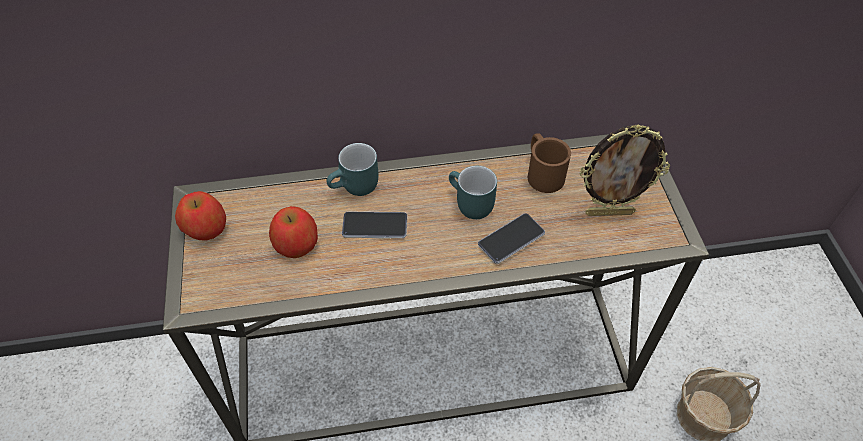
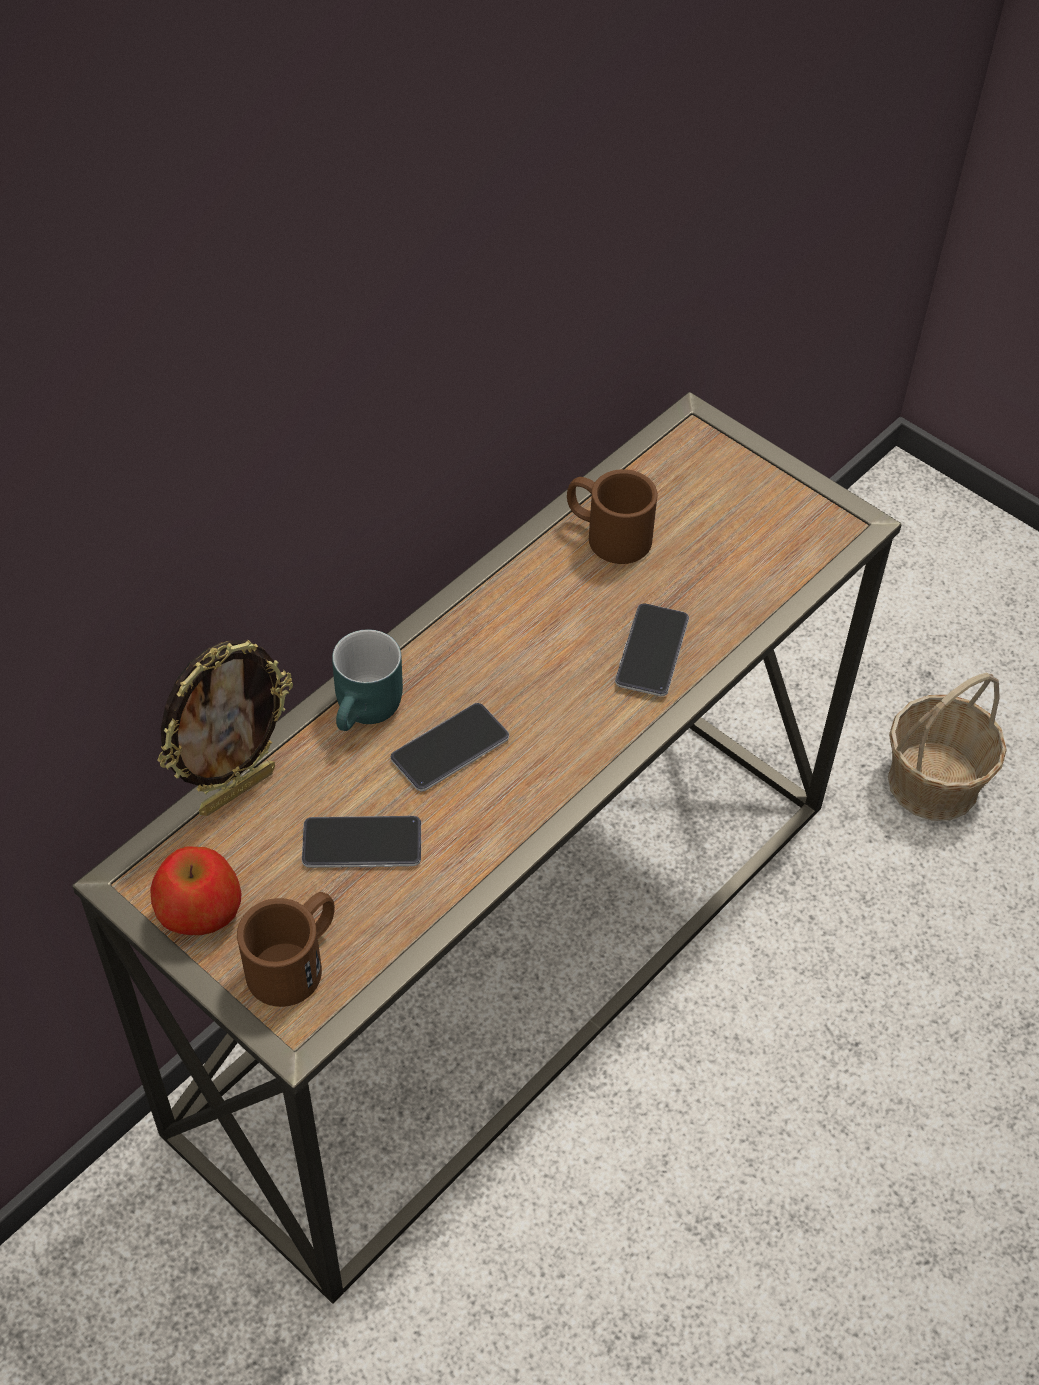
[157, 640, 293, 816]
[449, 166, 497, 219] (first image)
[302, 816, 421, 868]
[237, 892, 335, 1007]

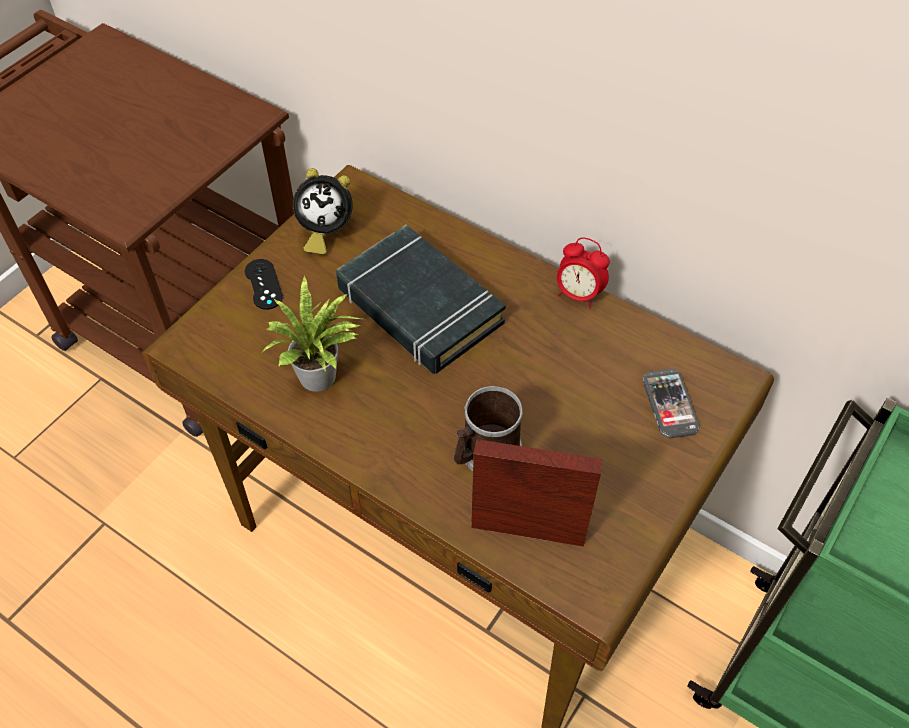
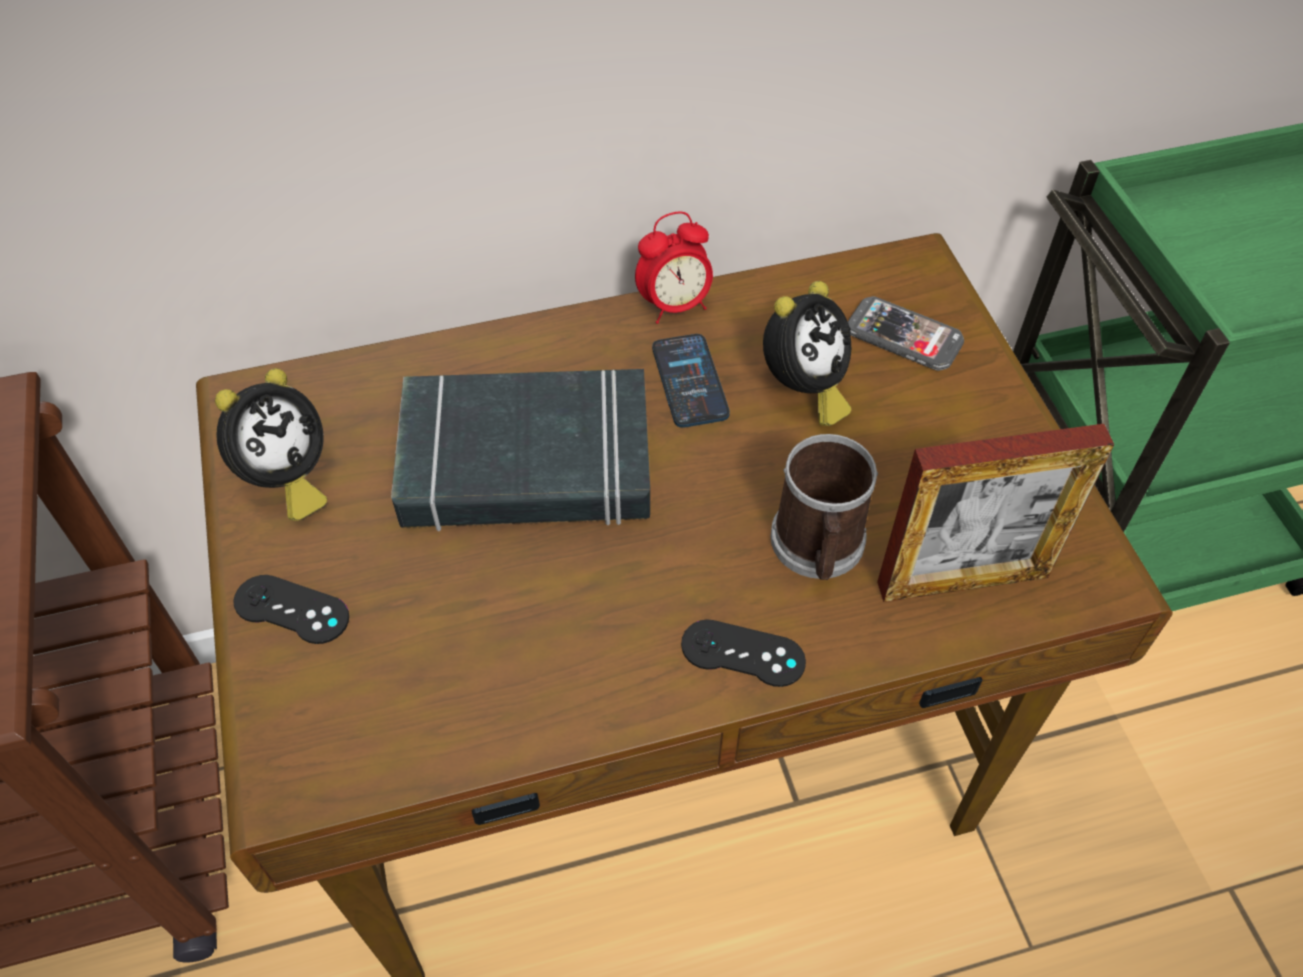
[261, 276, 362, 392] (first image)
[877, 424, 1114, 602]
[763, 281, 851, 426]
[652, 334, 730, 428]
[681, 619, 806, 687]

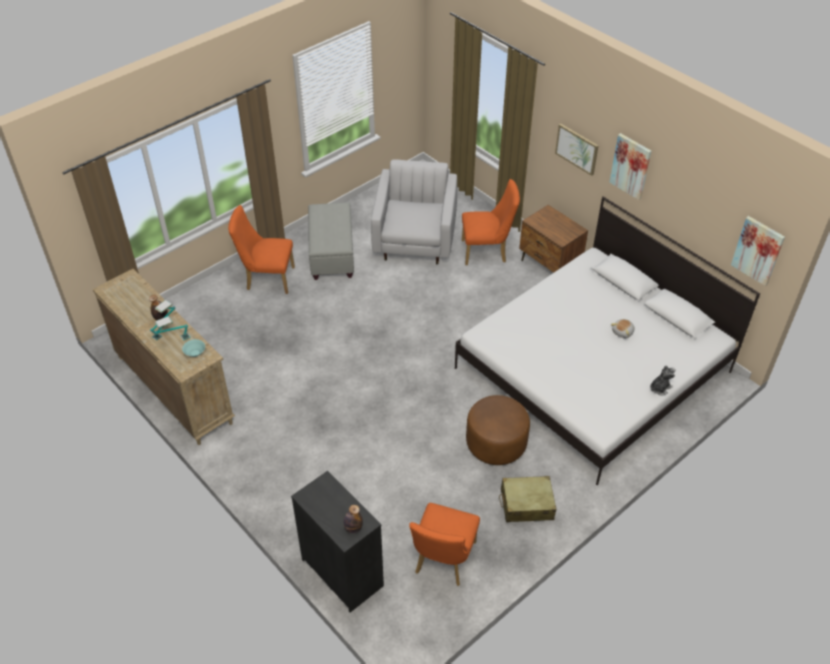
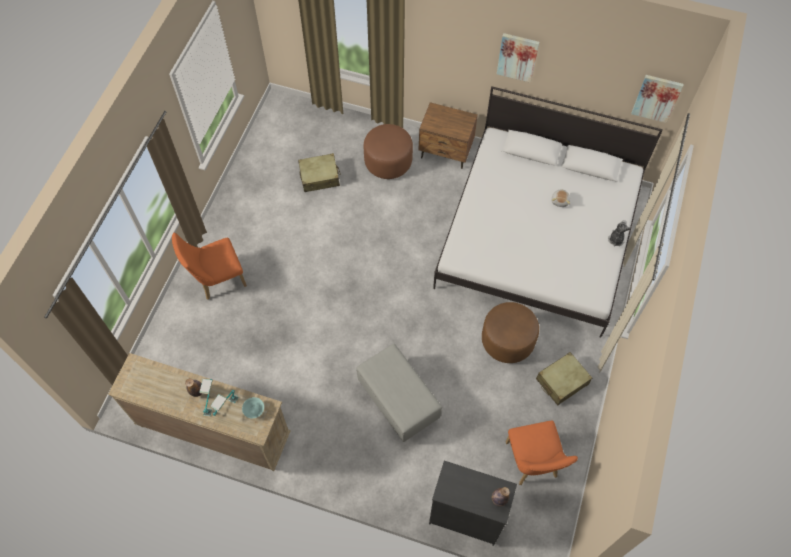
[555, 124, 598, 176] (first image)
[298, 153, 341, 192]
[364, 124, 413, 179]
[356, 343, 442, 442]

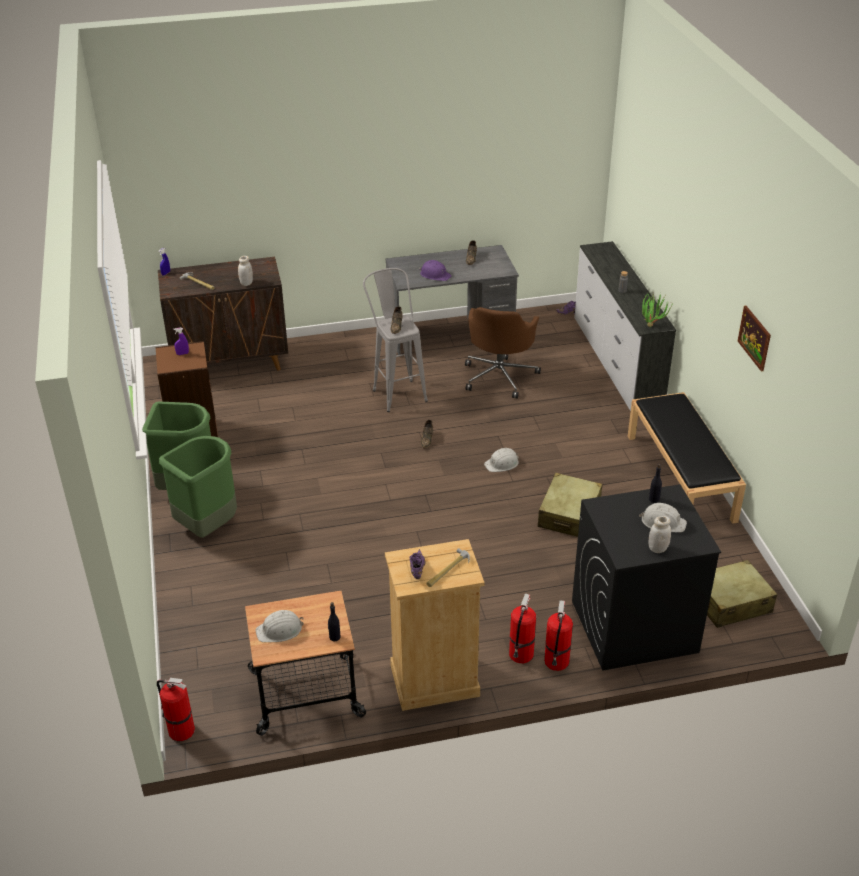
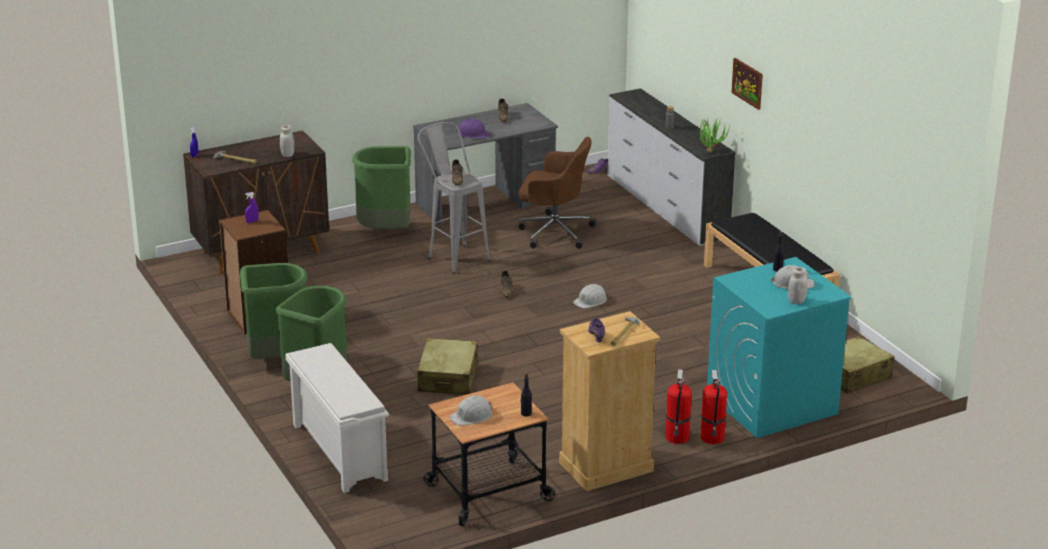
[731, 58, 763, 110]
[519, 137, 596, 249]
[418, 338, 478, 395]
[707, 257, 852, 438]
[157, 678, 195, 741] (first image)
[352, 146, 411, 229]
[285, 343, 389, 493]

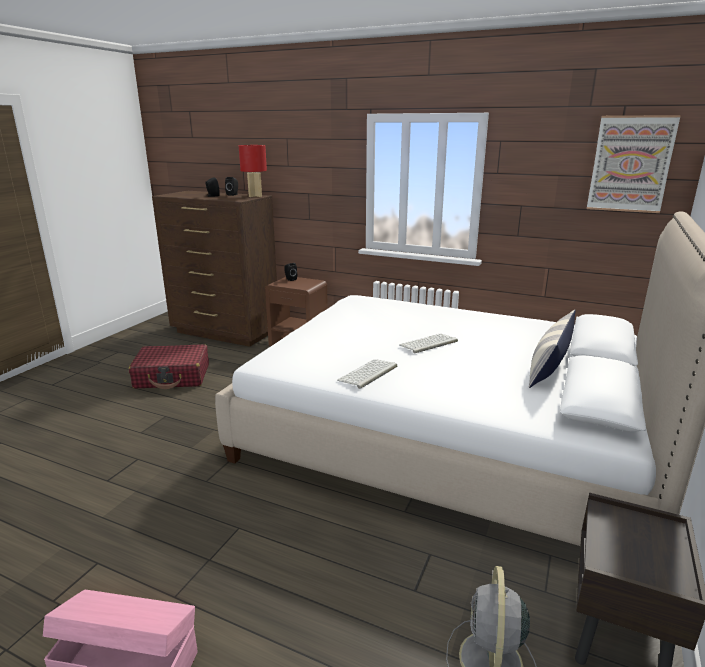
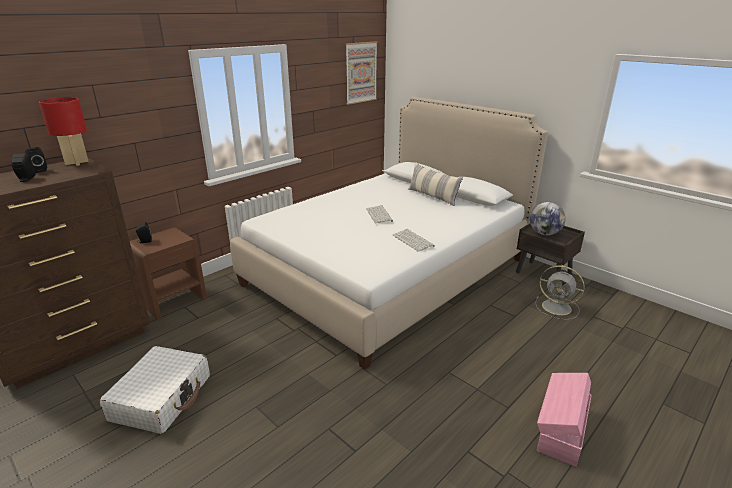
[99, 346, 210, 434]
[530, 202, 566, 235]

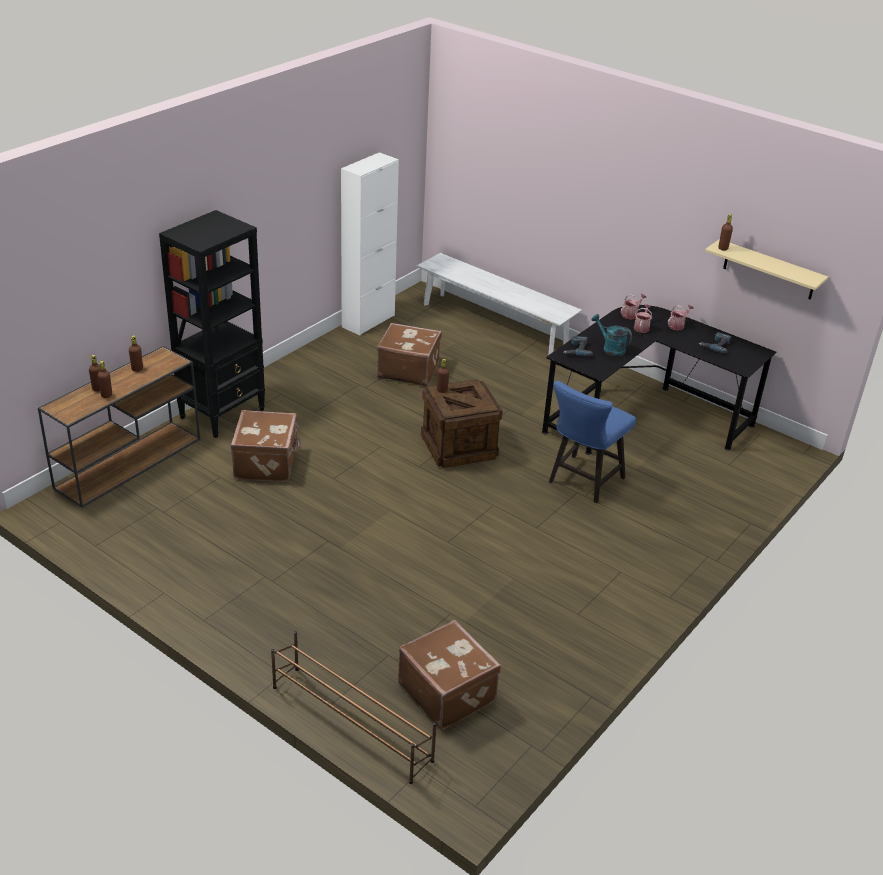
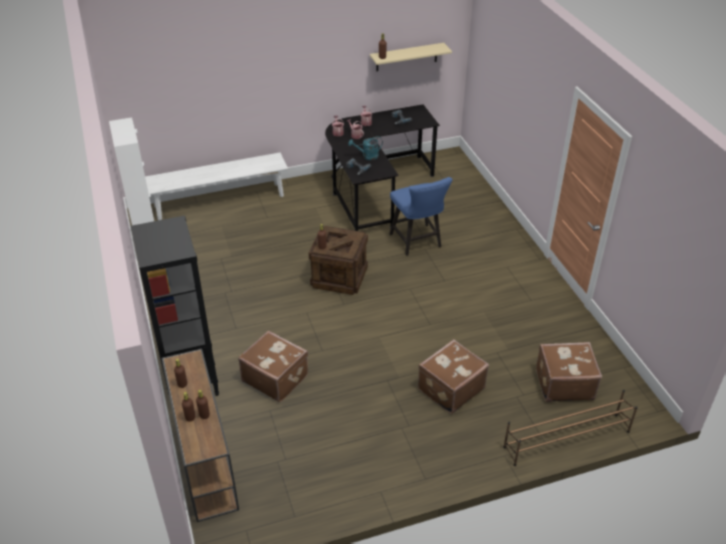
[418, 339, 489, 414]

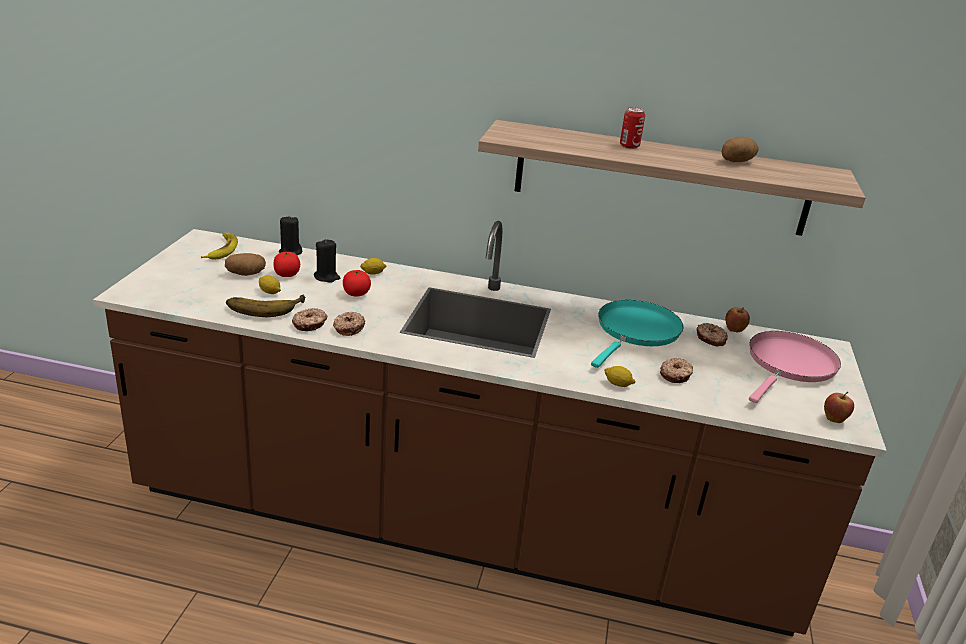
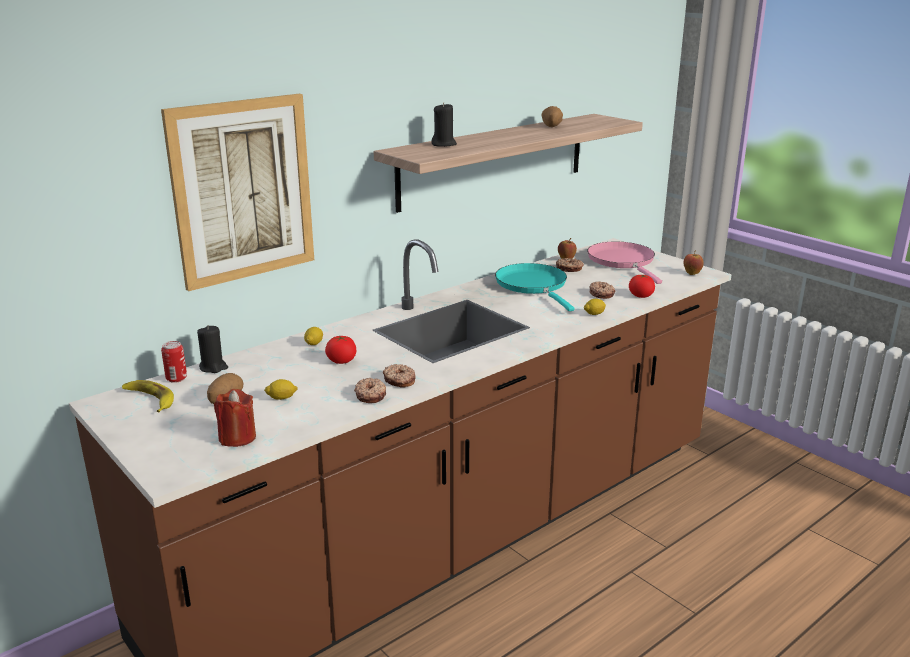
[161, 341, 187, 383]
[431, 102, 457, 147]
[629, 274, 655, 298]
[226, 295, 305, 317] (first image)
[161, 94, 314, 291]
[214, 389, 256, 447]

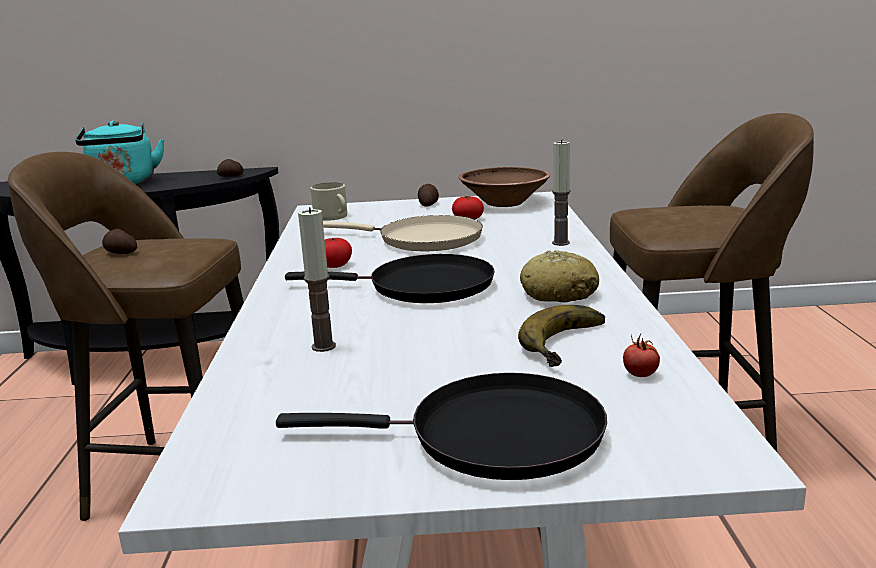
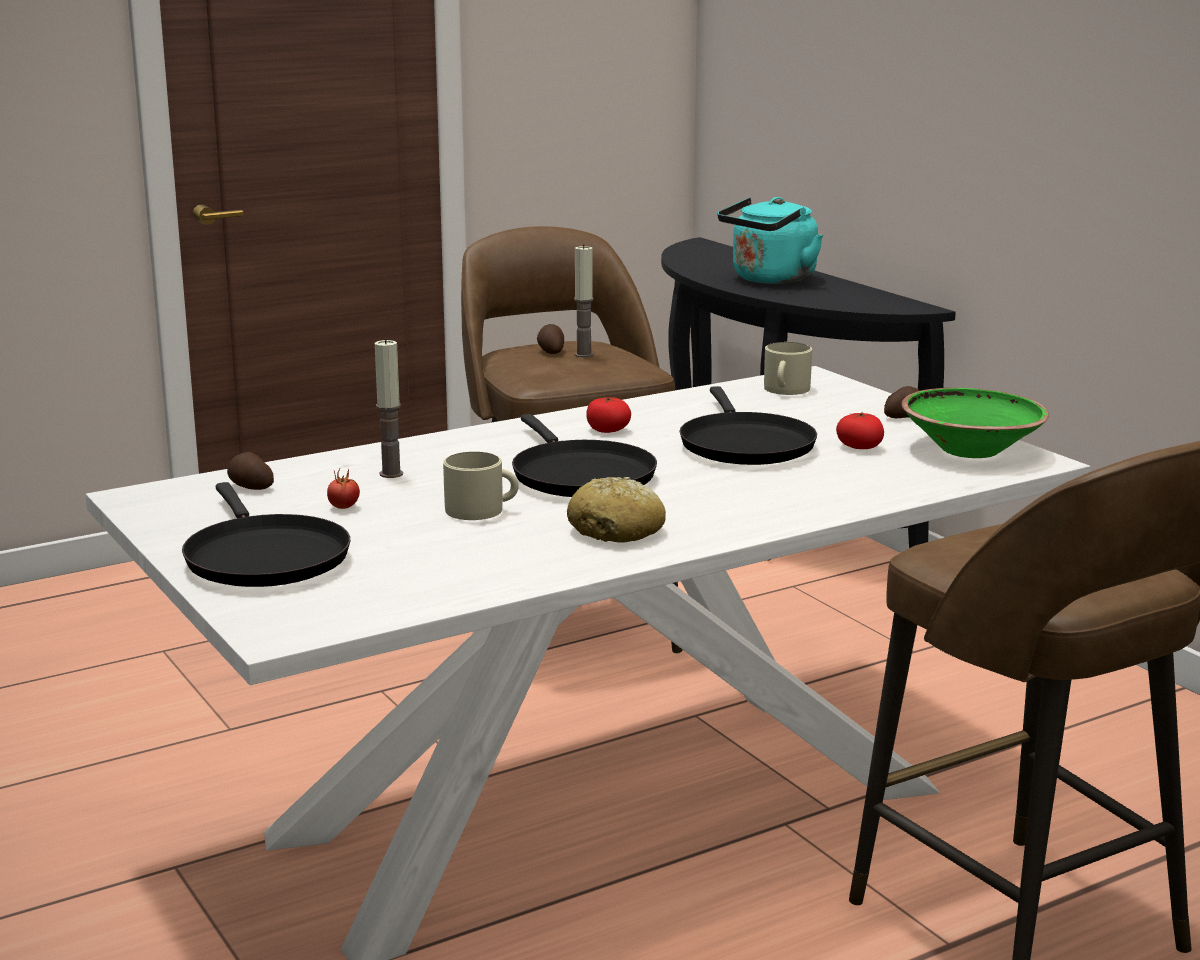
[574, 244, 594, 357]
[227, 452, 274, 490]
[901, 388, 1049, 458]
[679, 386, 817, 465]
[518, 305, 605, 367] (first image)
[327, 469, 360, 509]
[443, 452, 519, 520]

